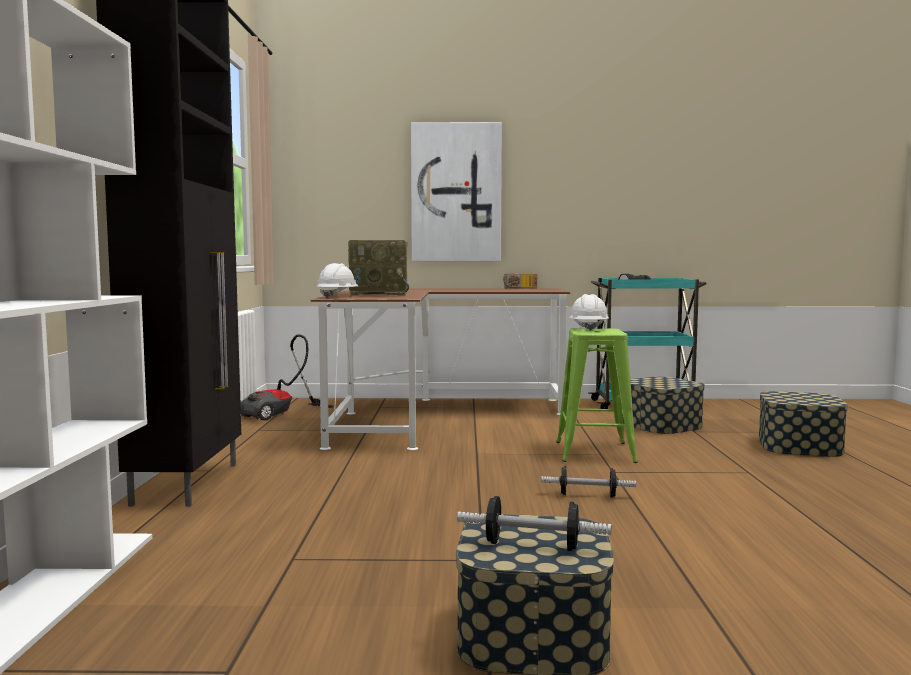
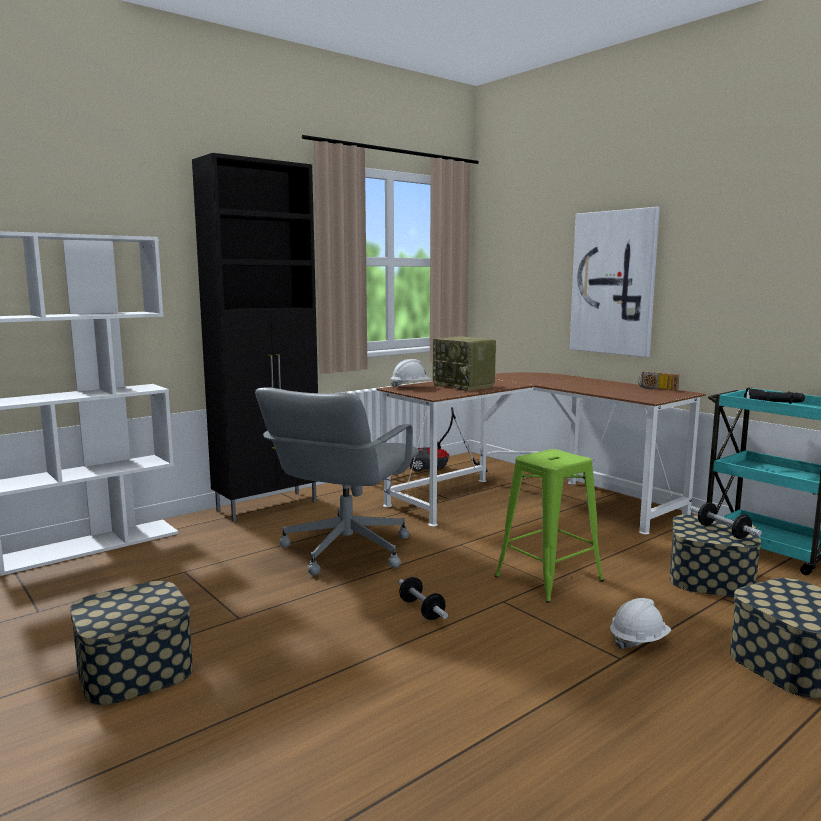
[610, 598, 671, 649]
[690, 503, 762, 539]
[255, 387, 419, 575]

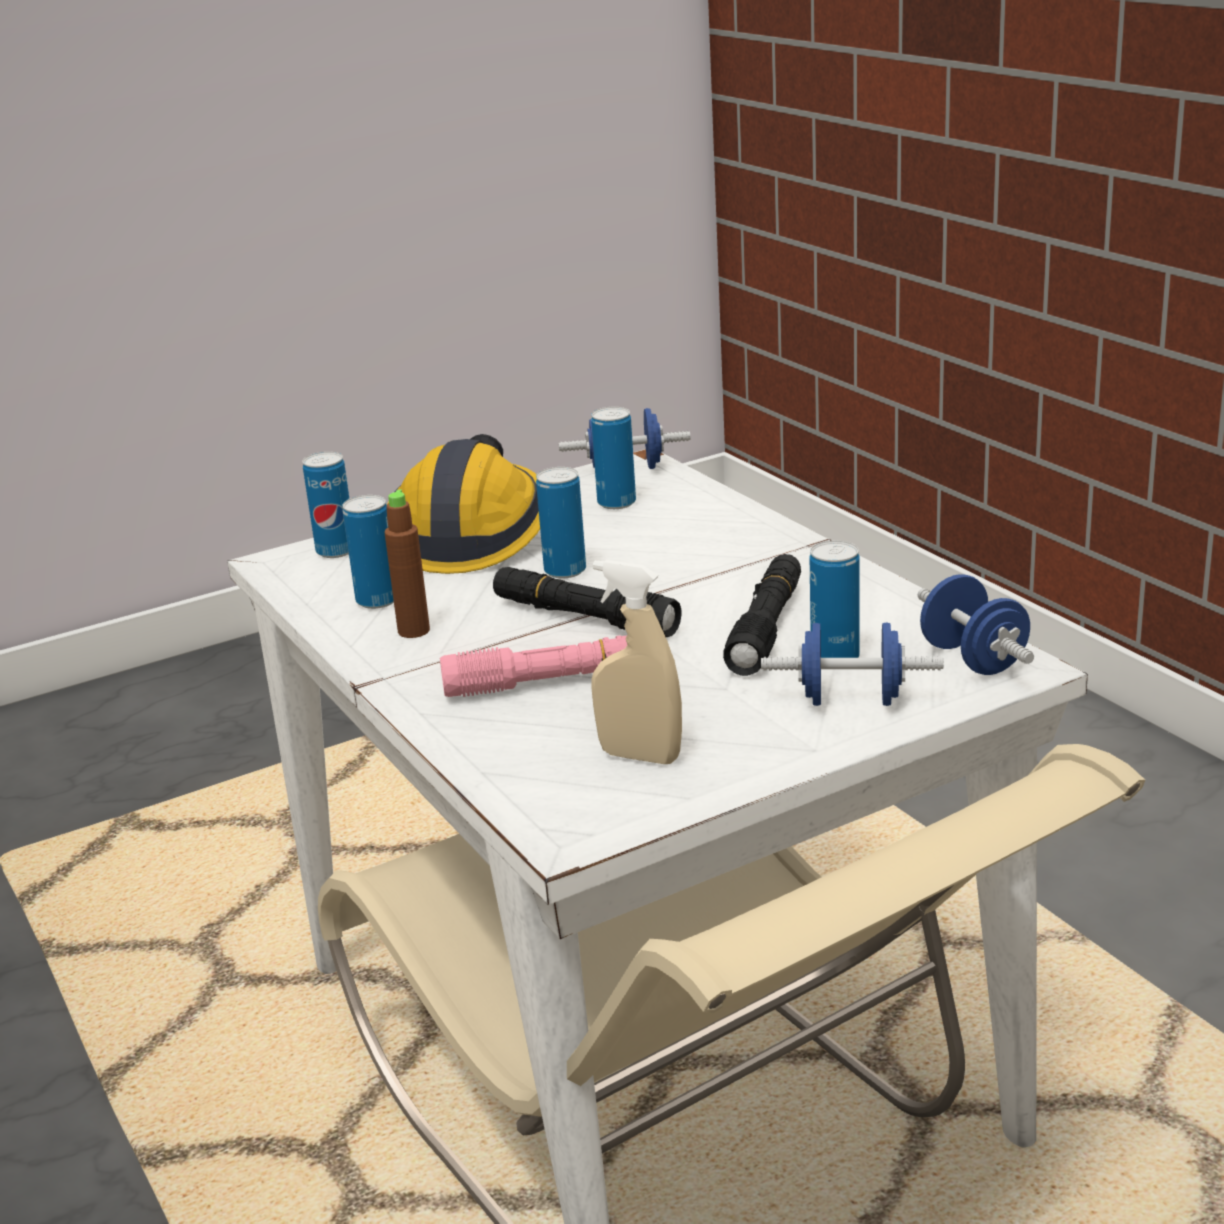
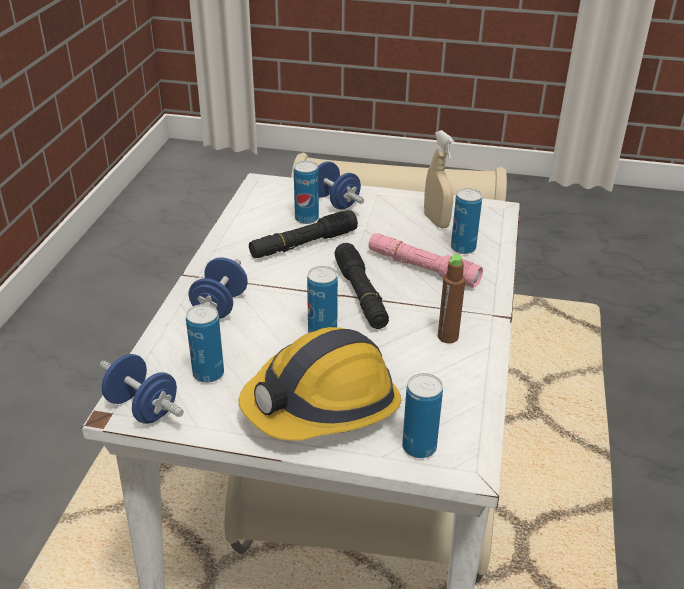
[451, 188, 482, 254]
[189, 257, 248, 319]

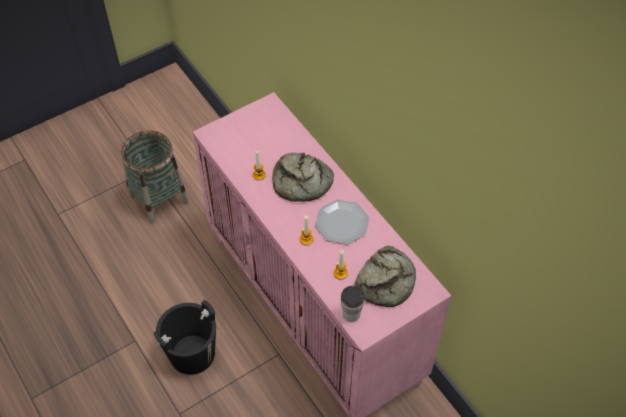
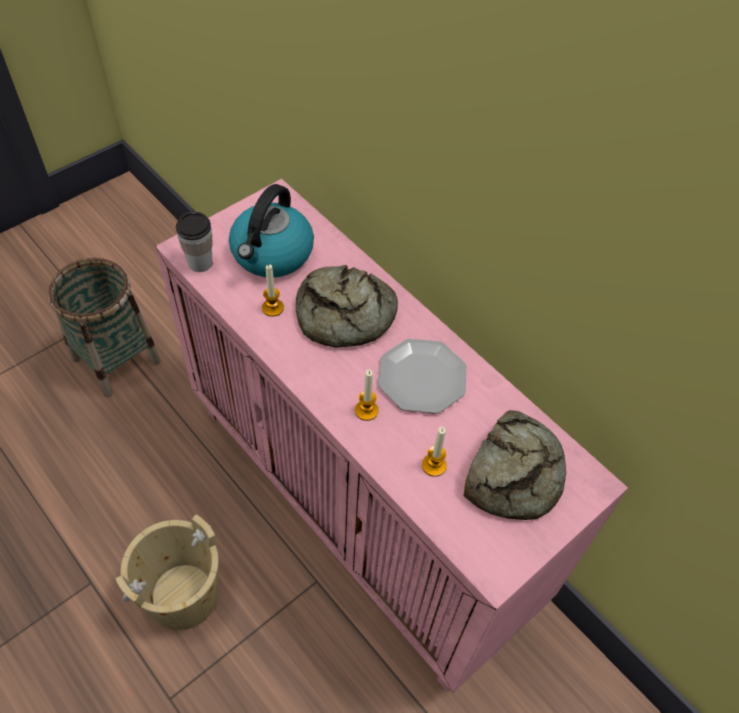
[176, 211, 213, 272]
[116, 514, 219, 630]
[229, 184, 314, 278]

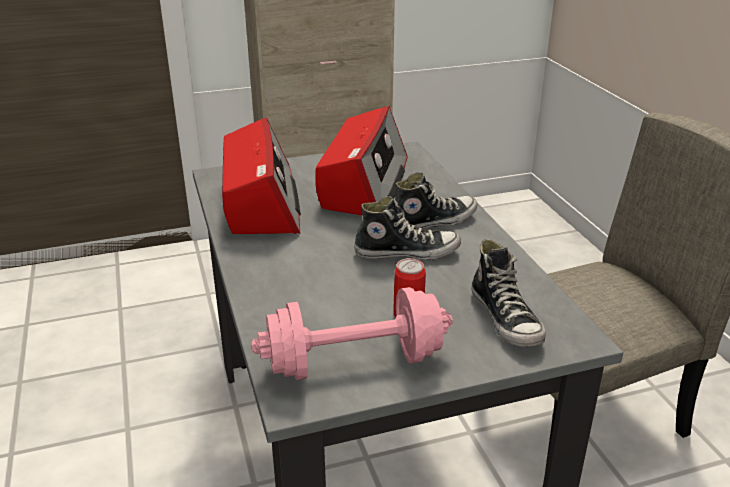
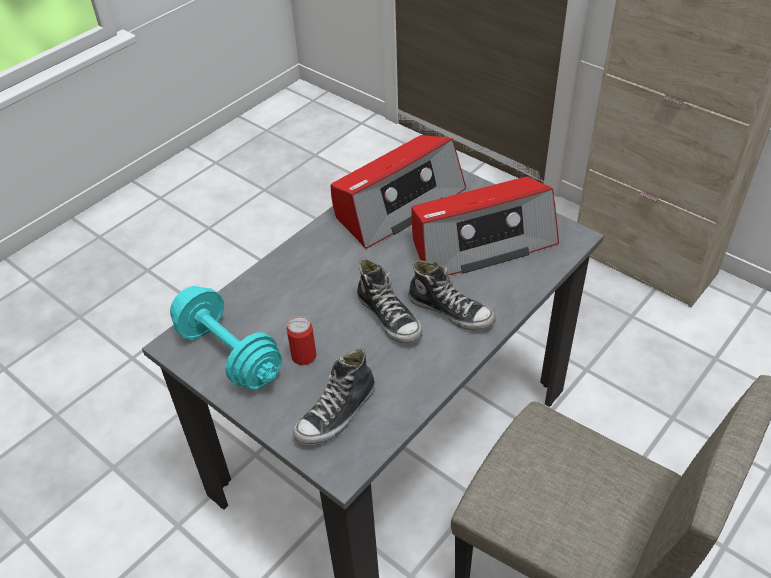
[170, 286, 282, 389]

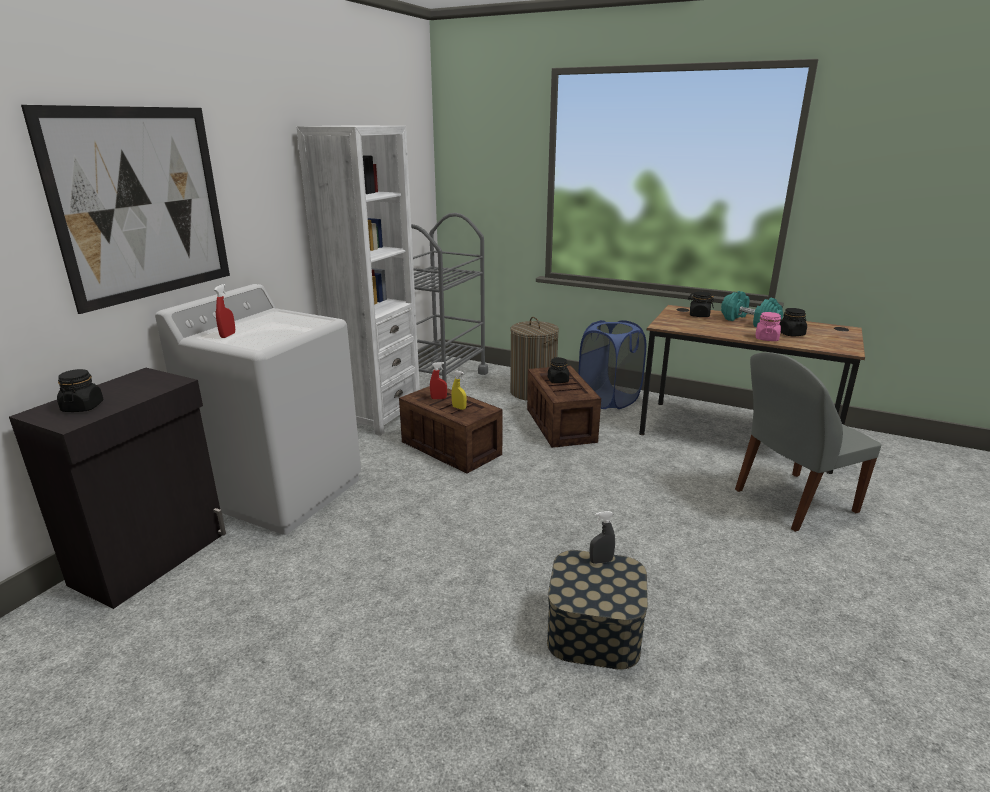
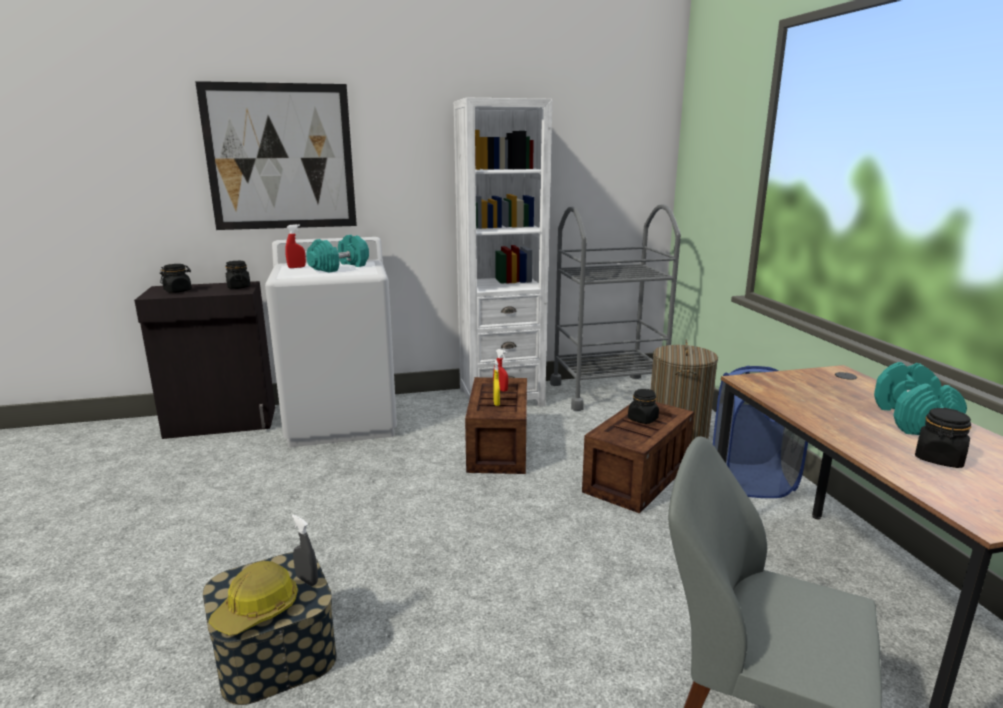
[226, 261, 251, 289]
[756, 312, 781, 341] (first image)
[306, 235, 369, 273]
[208, 561, 298, 636]

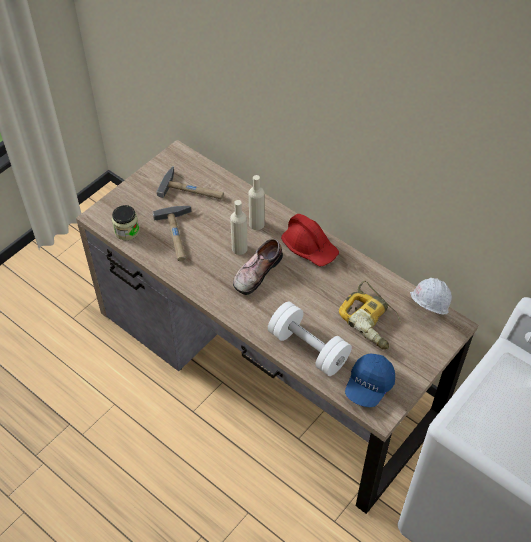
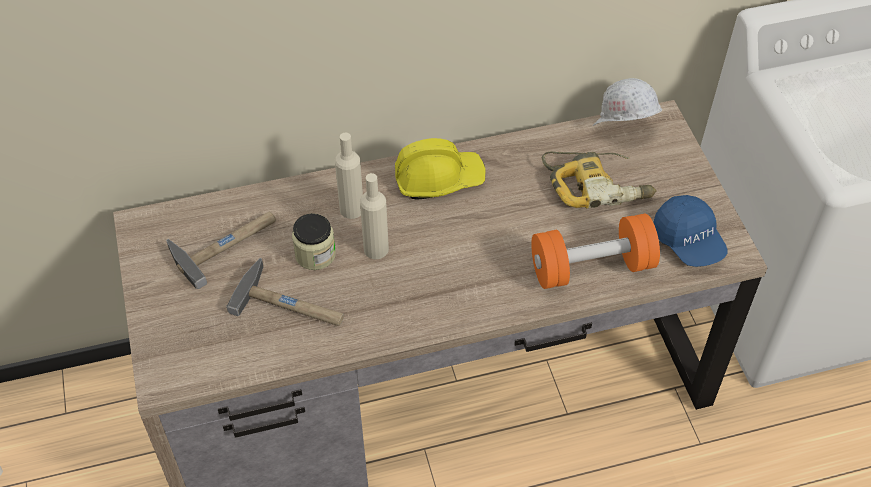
[292, 213, 336, 270]
[395, 138, 485, 200]
[233, 239, 283, 295] (first image)
[531, 214, 660, 289]

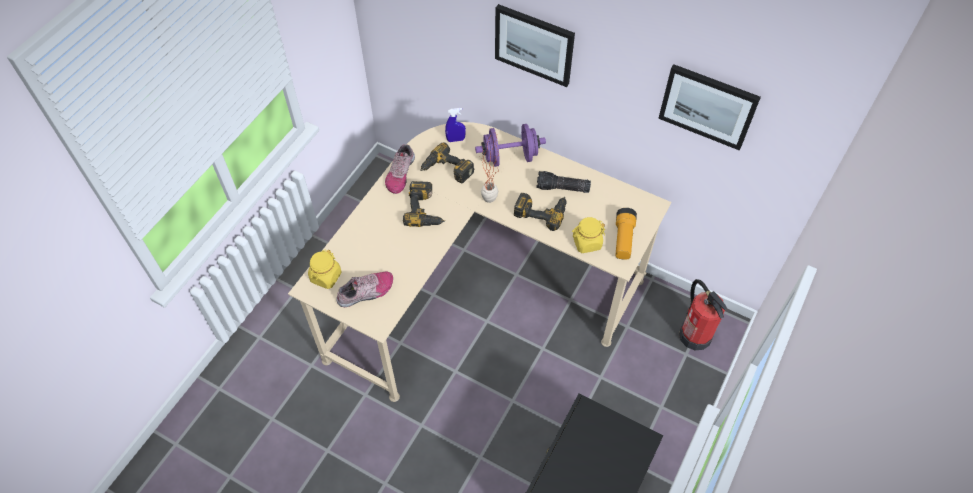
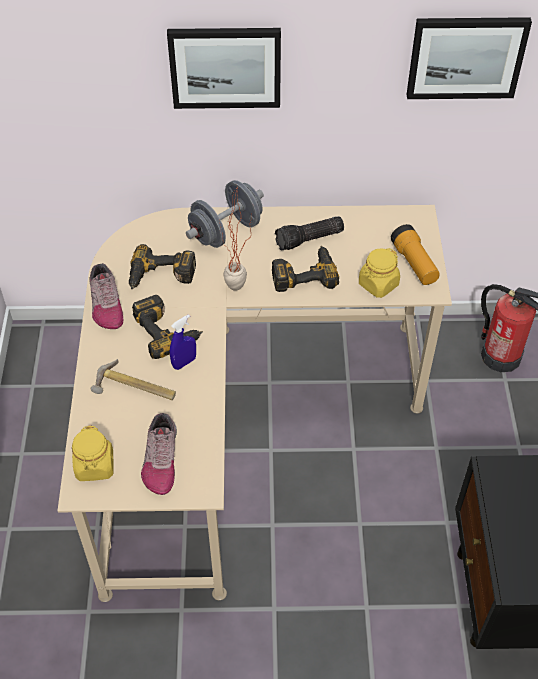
[170, 314, 196, 370]
[186, 180, 264, 248]
[141, 413, 177, 495]
[91, 359, 176, 400]

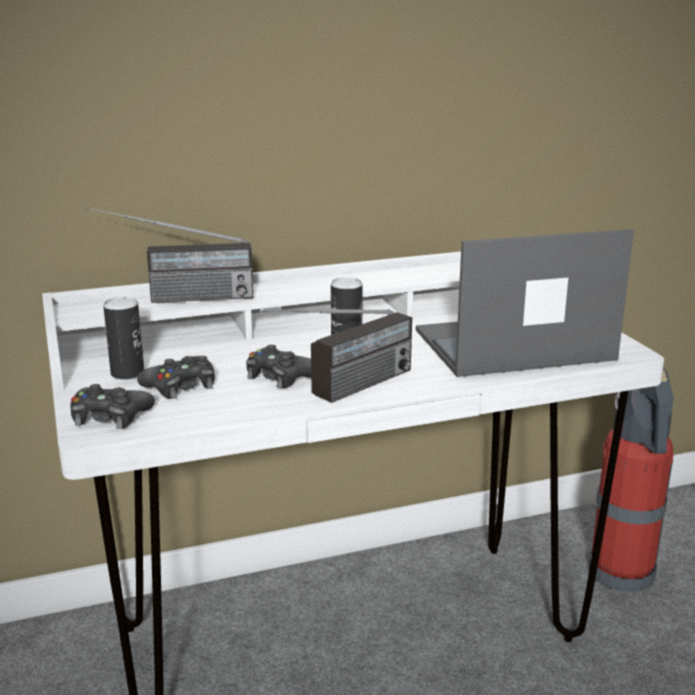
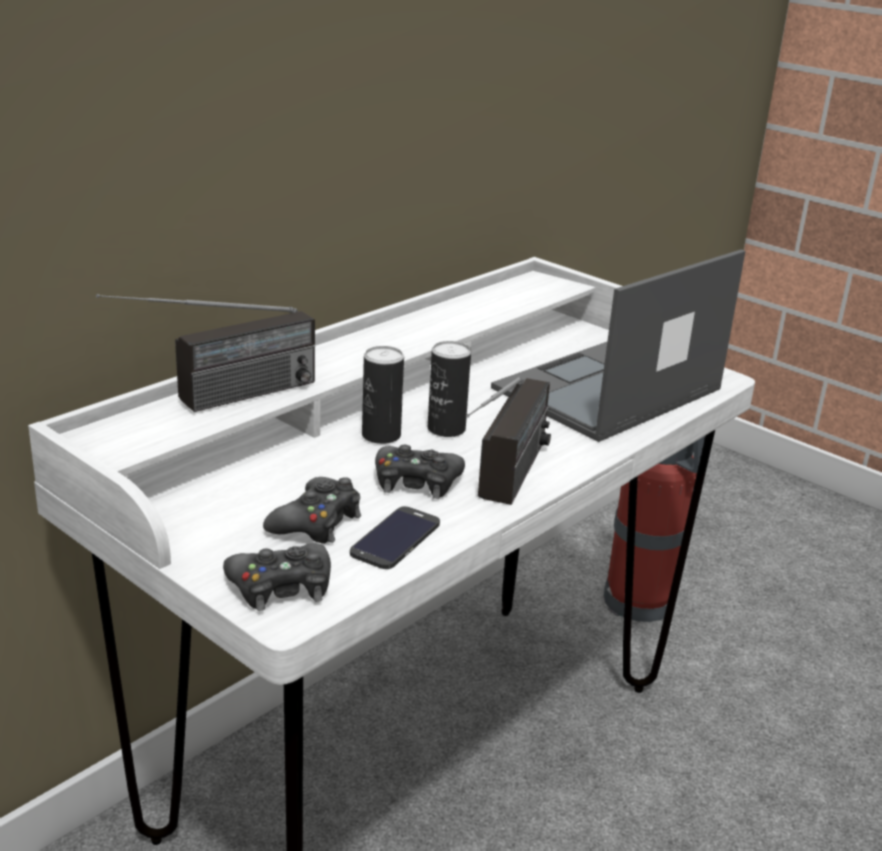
[362, 346, 404, 444]
[350, 506, 440, 569]

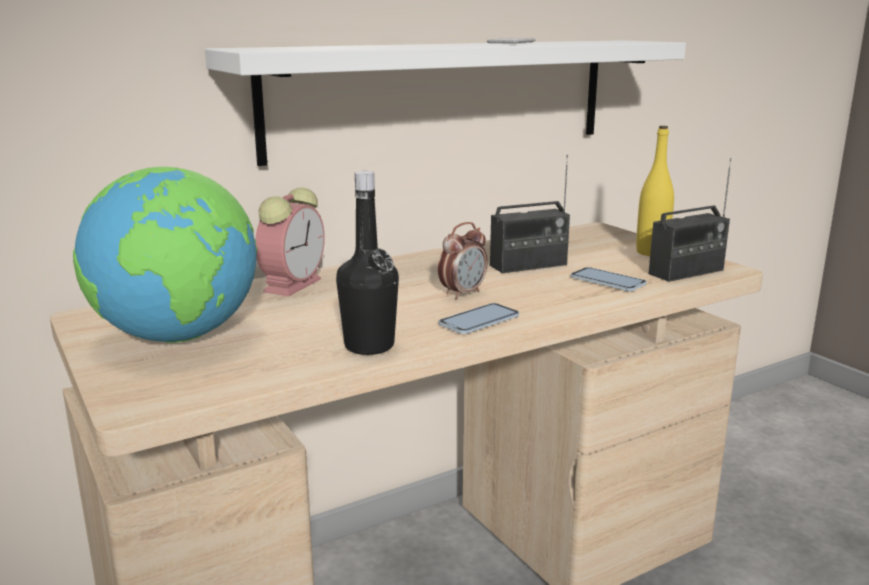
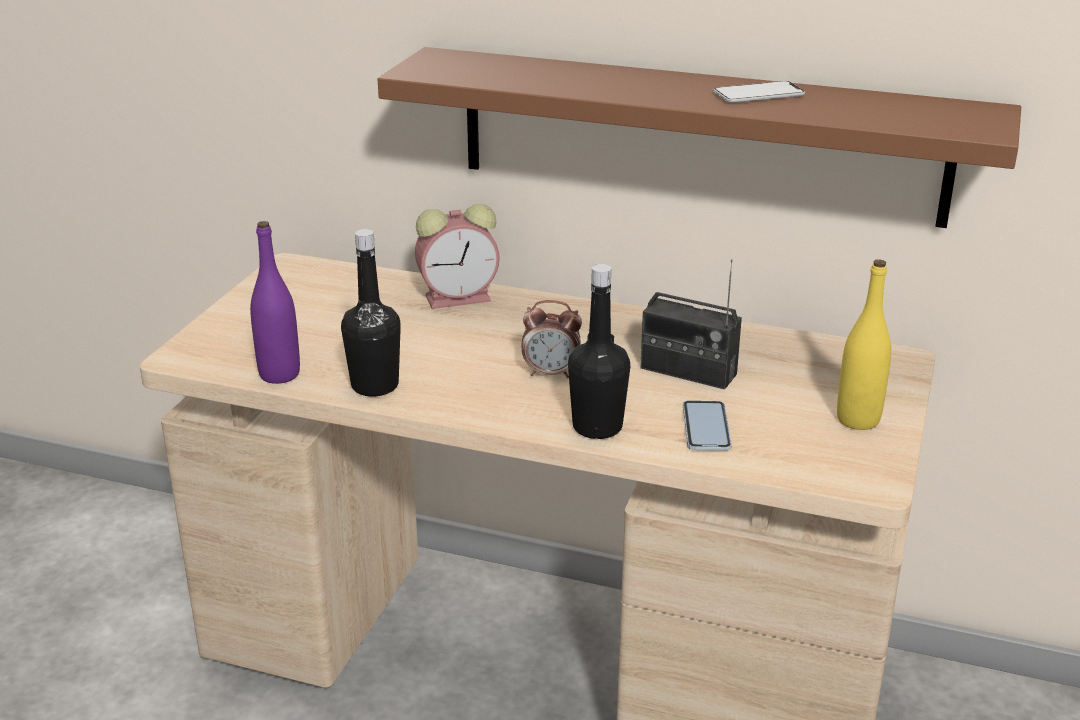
[378, 47, 1021, 228]
[649, 158, 731, 282] (first image)
[73, 167, 257, 343] (first image)
[439, 303, 519, 334] (first image)
[250, 221, 300, 384]
[568, 264, 630, 439]

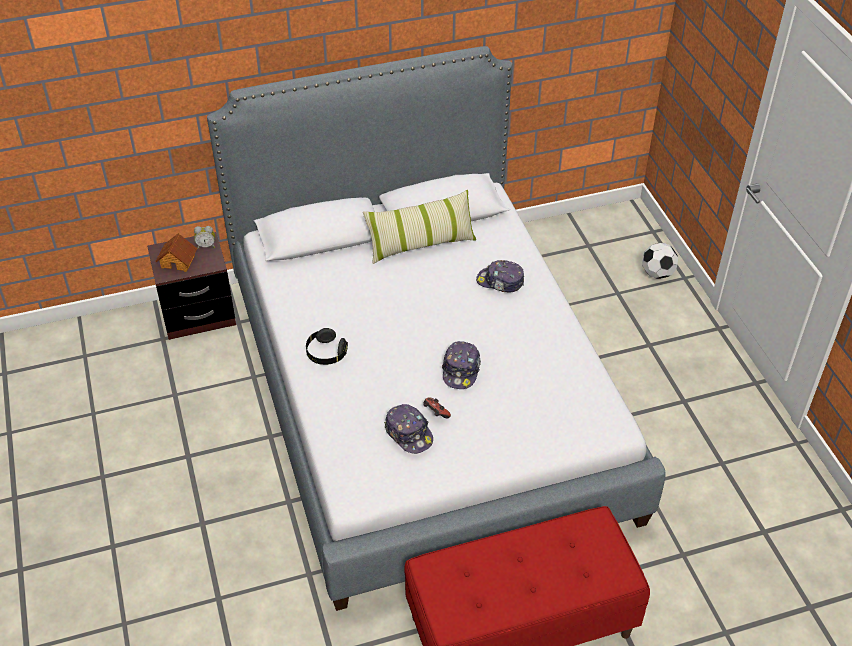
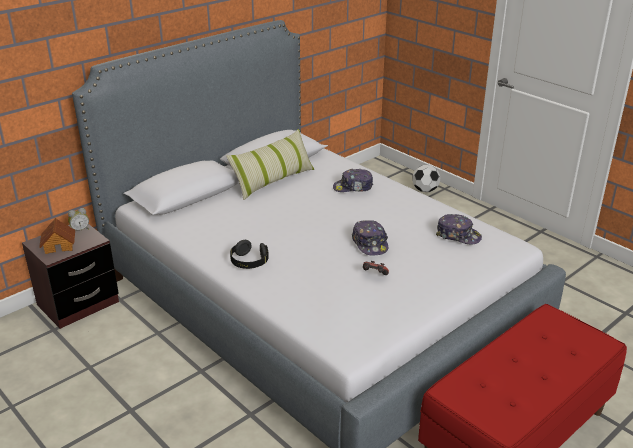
[436, 214, 482, 244]

